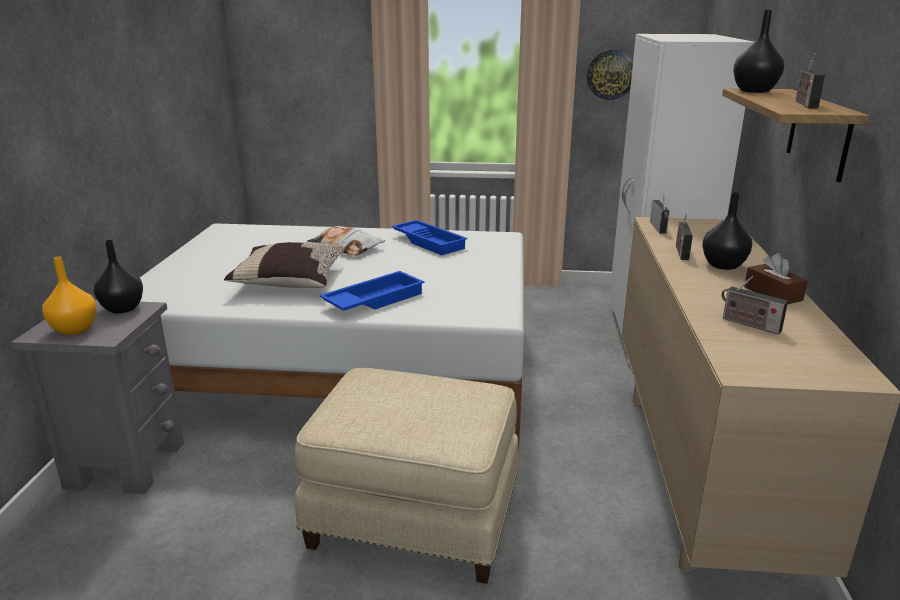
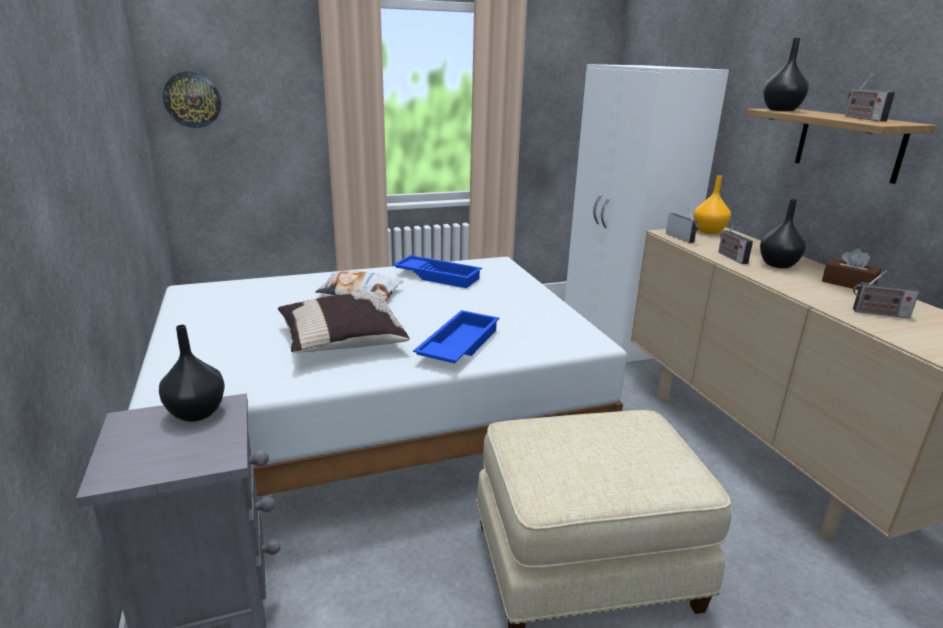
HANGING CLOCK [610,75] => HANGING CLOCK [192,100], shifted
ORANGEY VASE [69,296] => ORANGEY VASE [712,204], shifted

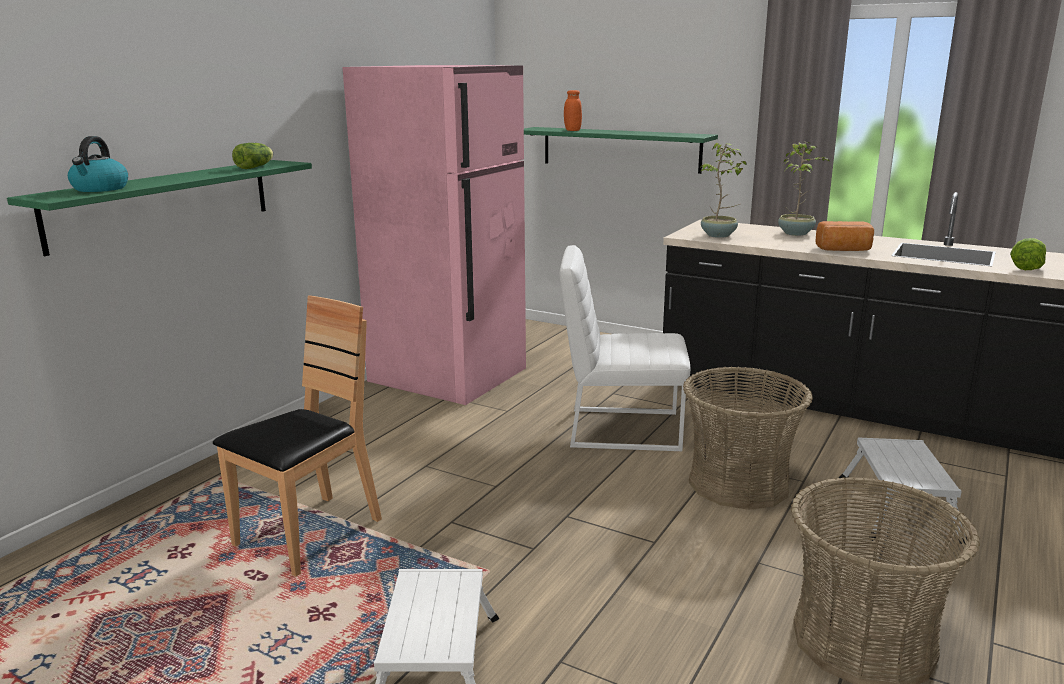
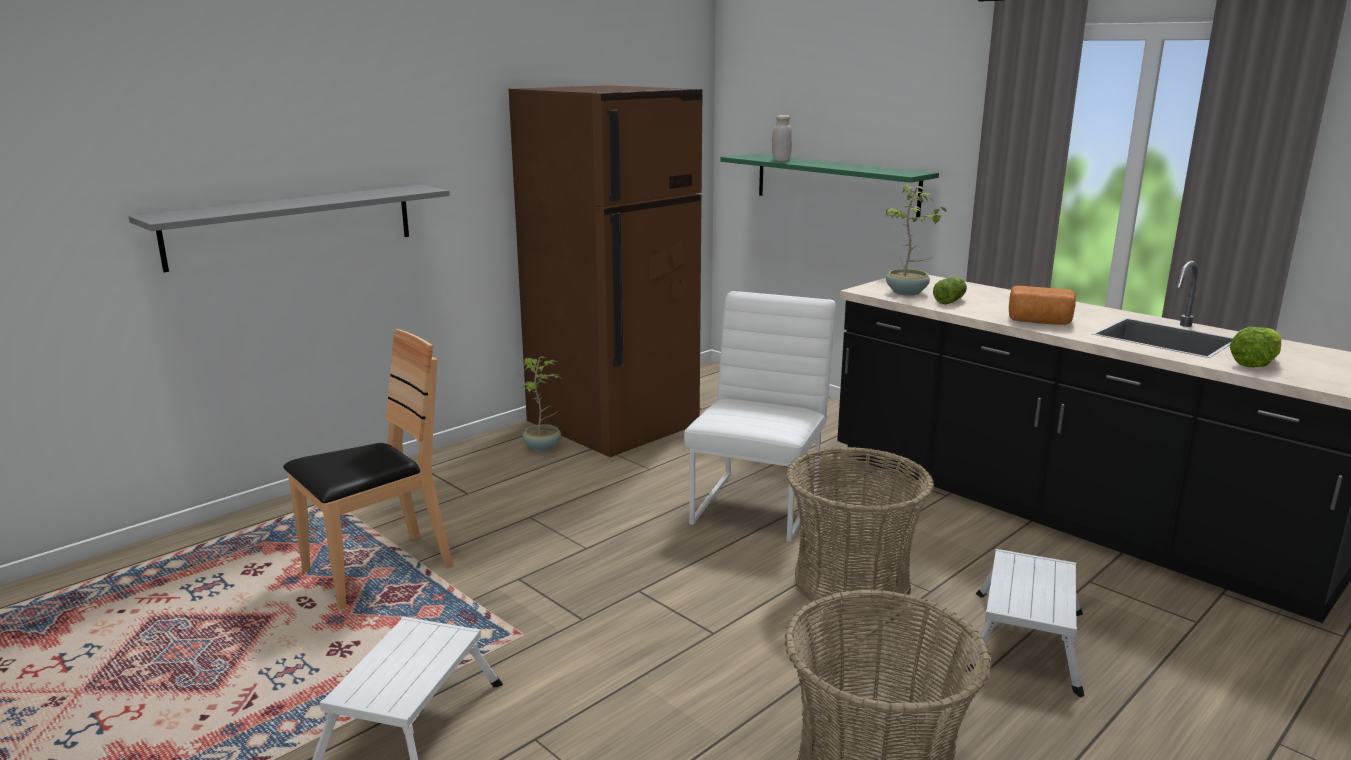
GREEN BRACKET SHELF [159,208] => GRAY BRACKET SHELF [289,228]
PINK FRIDGE [434,235] => BROWNISH FRIDGE [605,271]
PLANT IN A POT [803,189] => PLANT IN A POT [542,403], shifted
WHITE-COLOURED PLAIN CHAIR [625,348] => WHITE-COLOURED PLAIN CHAIR [760,416], 90 degrees clockwise
ORANGEY STORAGE JAR [573,110] => WHITE-COLOURED STORAGE JAR [782,138]
HEAD OF LETTUCE [252,156] => HEAD OF LETTUCE [950,290], shifted
KETTLE [98,164] => nothing

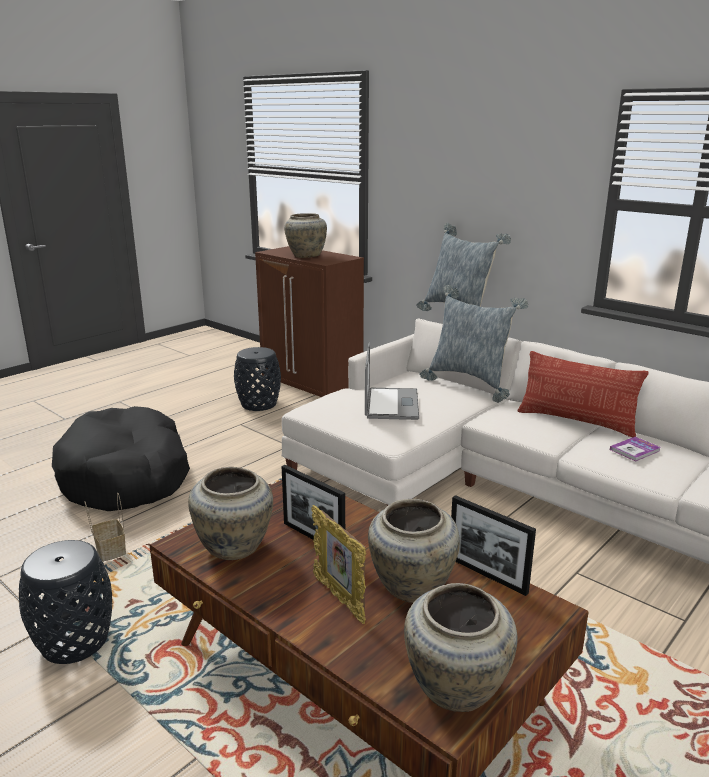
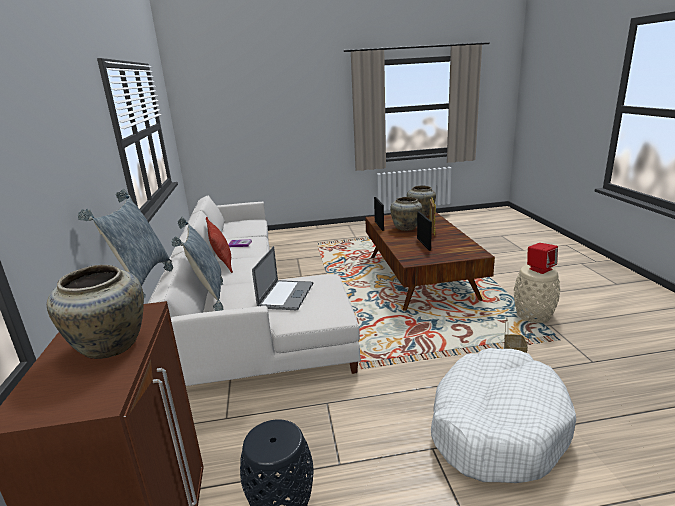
LAPTOP [392,381] => LAPTOP [282,278], 150 degrees clockwise
BLACK-COLOURED DOG CUSHION [121,458] => WHITE-COLOURED DOG CUSHION [503,415]
BLACK-COLOURED STOOL SEAT [65,602] => BEIGE STOOL SEAT [537,294]
nothing => RED-COLOURED LOUDSPEAKER [542,258]
BEIGE VASE [230,513] => nothing

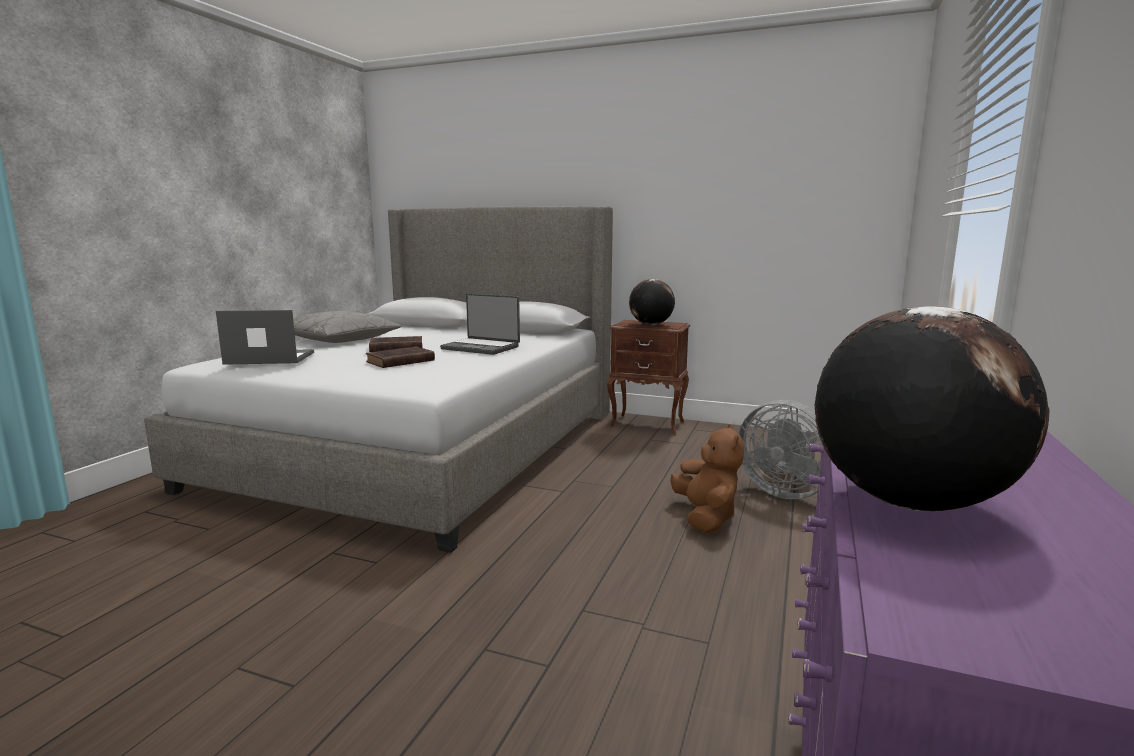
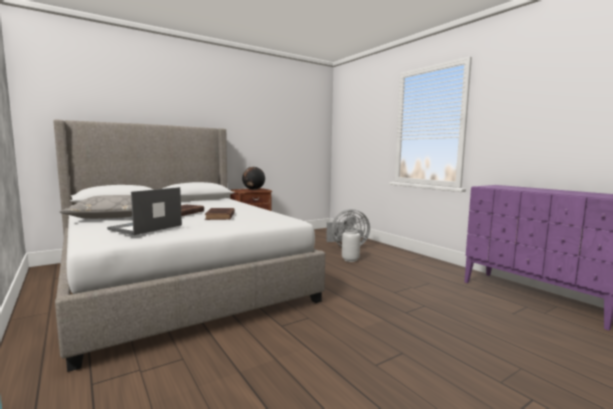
BROWNISH SOFT TOY [707,478] => GRAY VASE [351,246]
LAPTOP [480,324] => nothing
GLOBE [932,409] => nothing

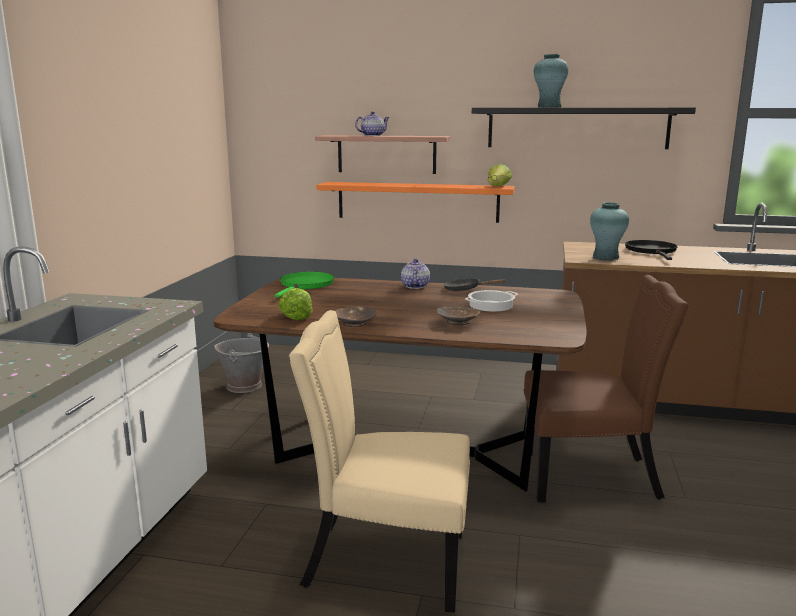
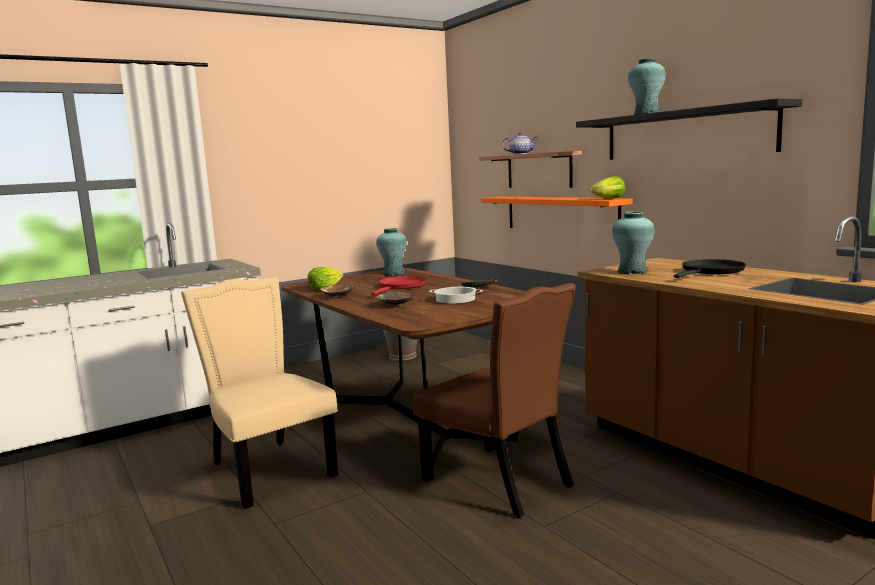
nothing => RED-COLOURED PAN [399,285]
GREEN PAN [304,284] => BLUE-GREEN VASE [391,252]
TEA POT [415,274] => nothing

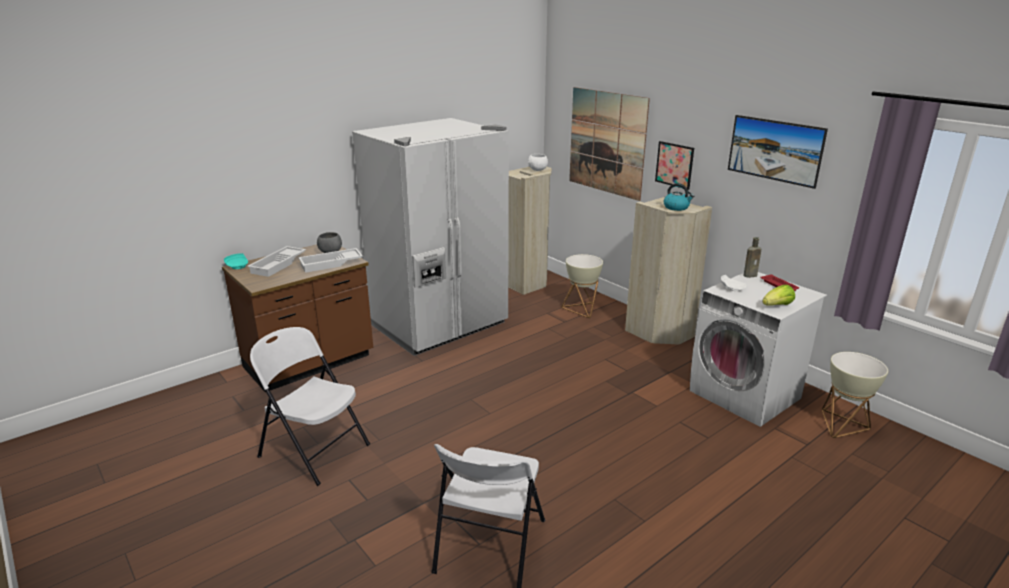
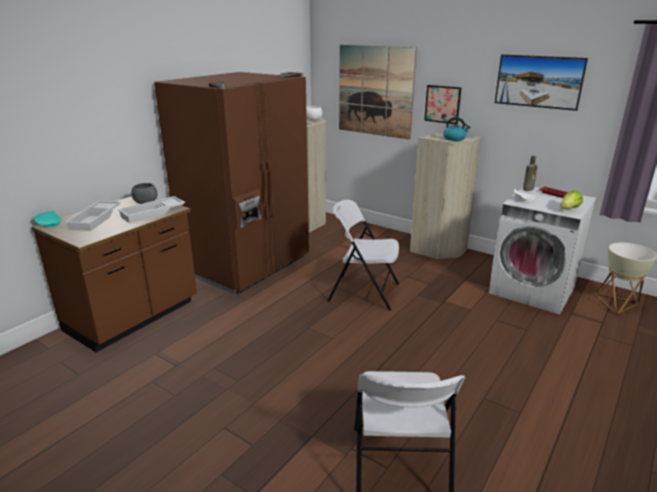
WHITE-COLOURED FRIDGE [430,237] => BROWNISH FRIDGE [231,184]
WHITE-COLOURED PLAIN CHAIR [310,406] => WHITE-COLOURED PLAIN CHAIR [363,255], shifted
PLANTER [582,286] => nothing

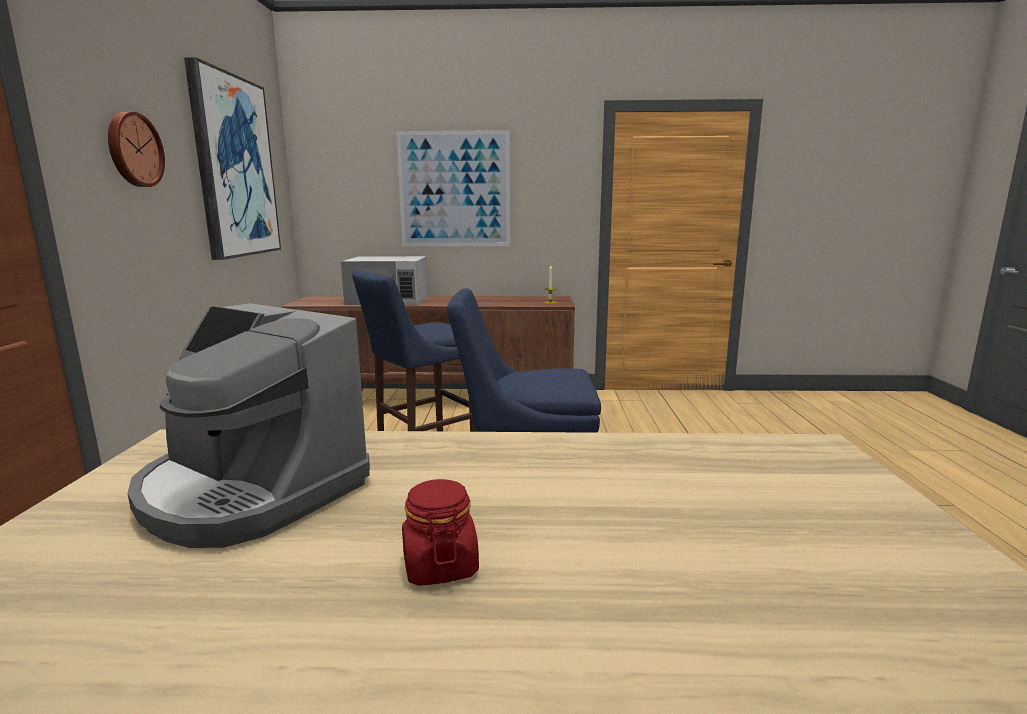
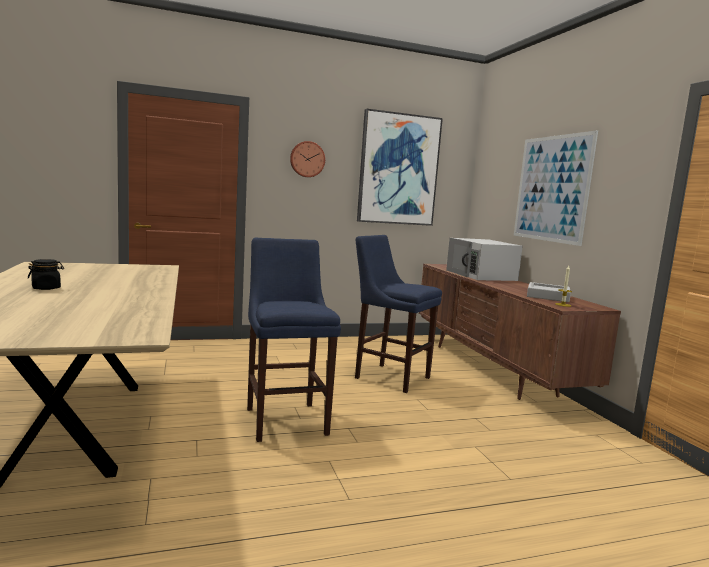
RED-COLOURED STORAGE JAR [440,532] => BLACK-COLOURED STORAGE JAR [46,274]
nothing => GRAY CARRYING TRAY [549,292]
COFFEE BREWER [248,425] => nothing

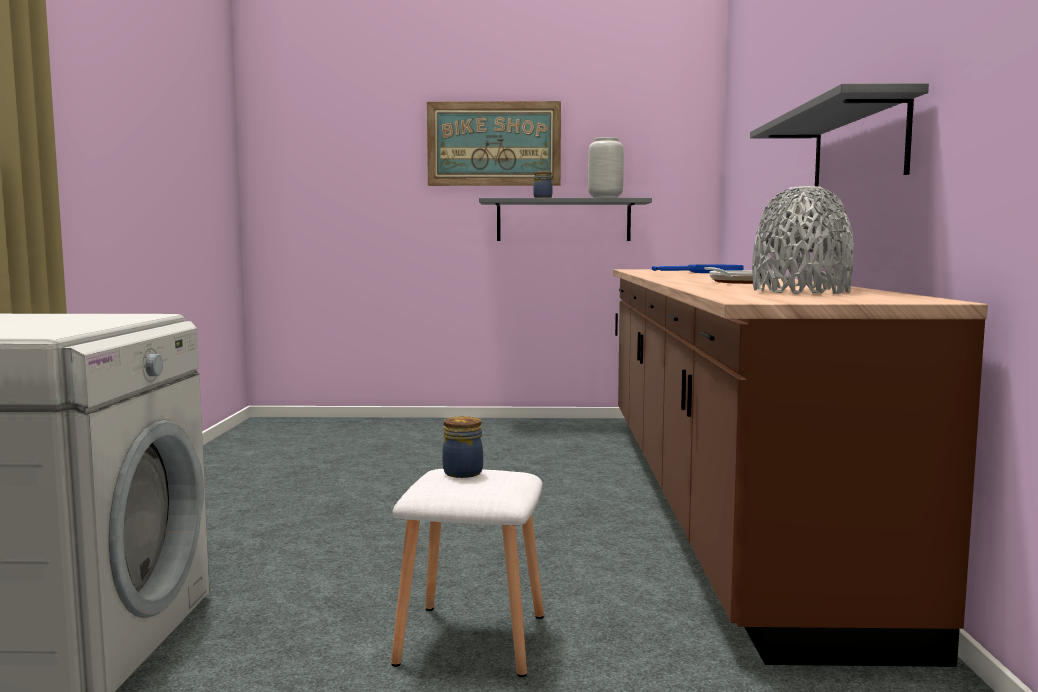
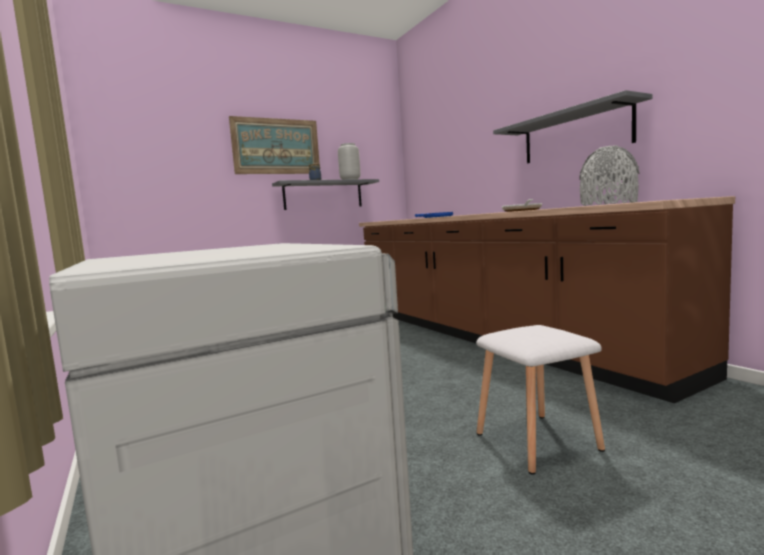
STORAGE JAR [462,447] => nothing

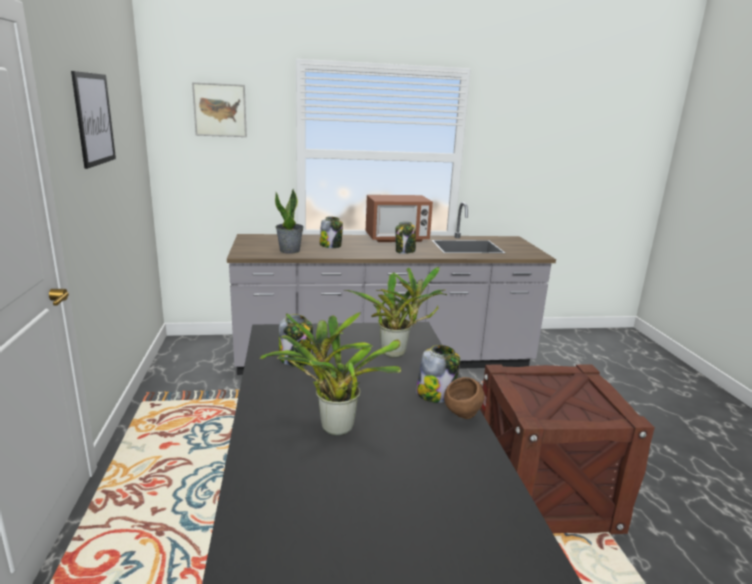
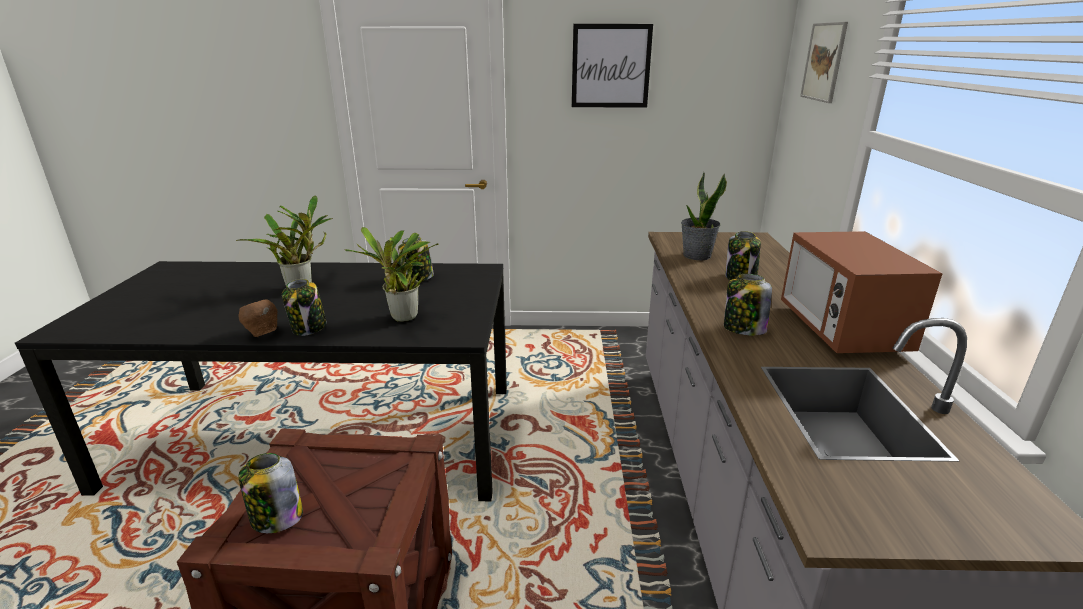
nothing => STORAGE JAR [270,493]

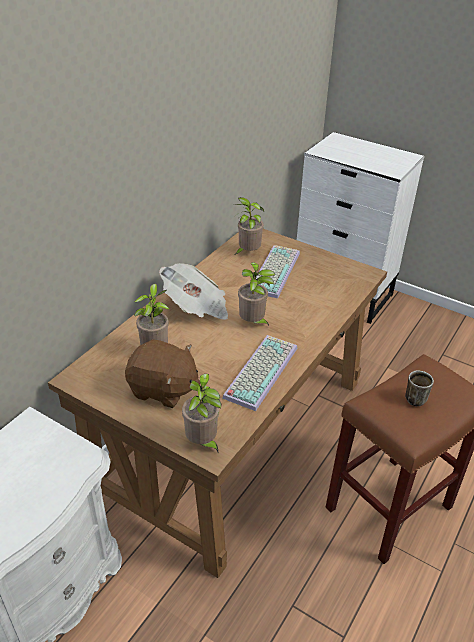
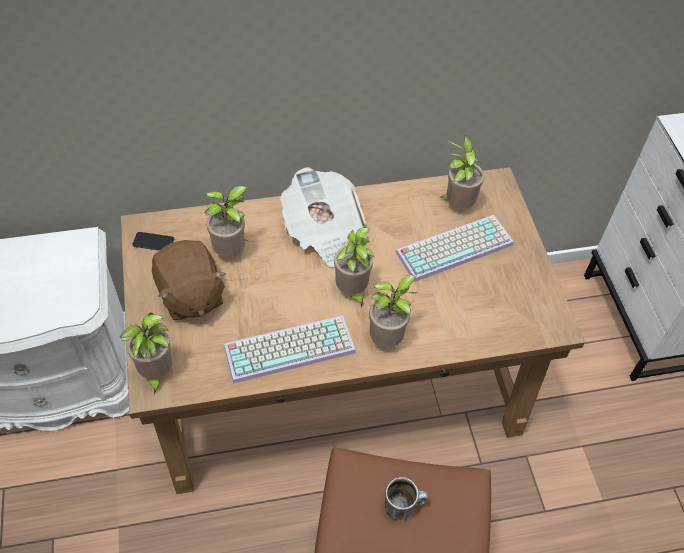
nothing => HANDSET [153,241]
nothing => PLANT IN A POT [392,311]

